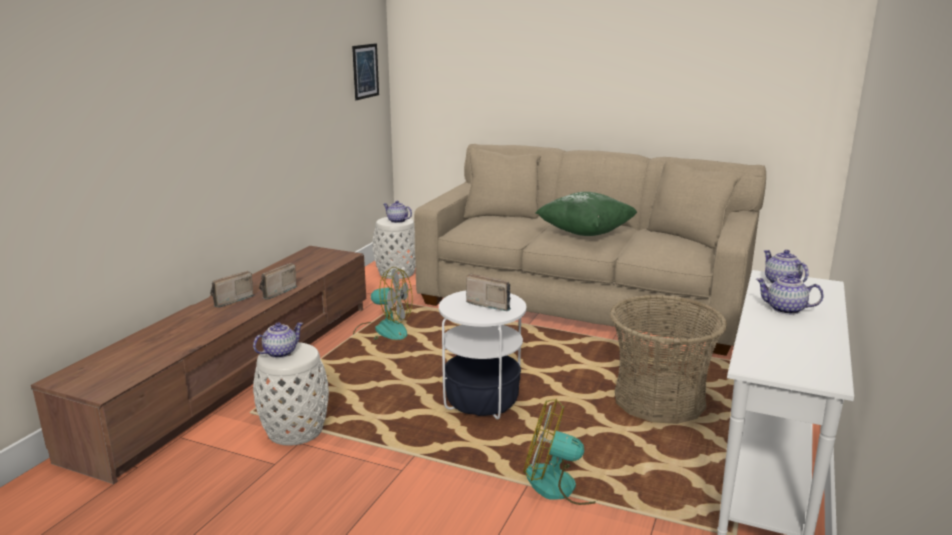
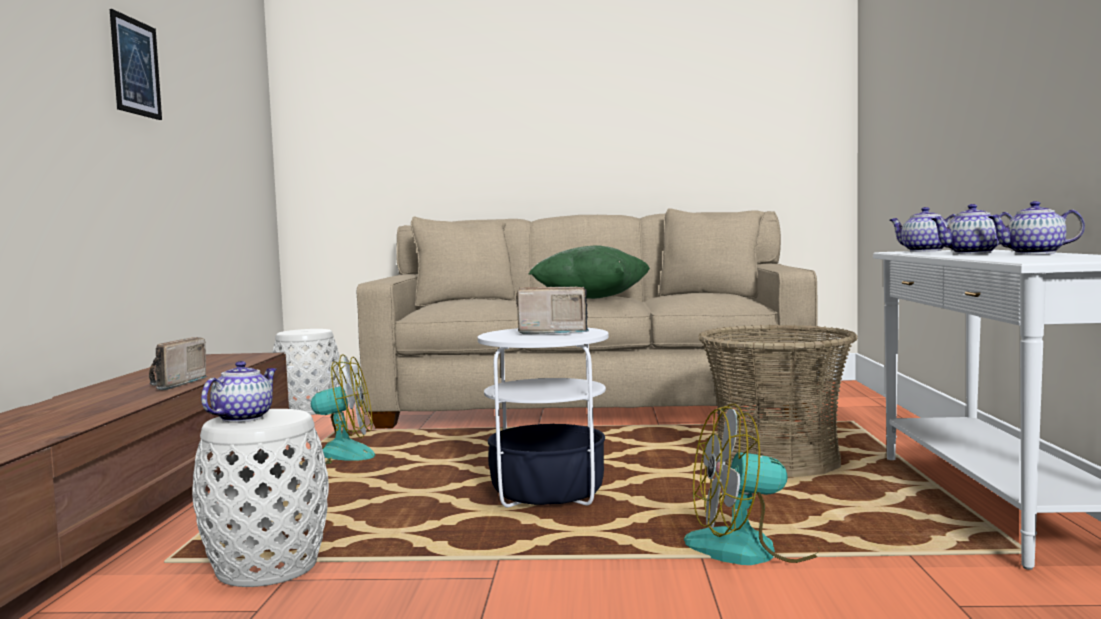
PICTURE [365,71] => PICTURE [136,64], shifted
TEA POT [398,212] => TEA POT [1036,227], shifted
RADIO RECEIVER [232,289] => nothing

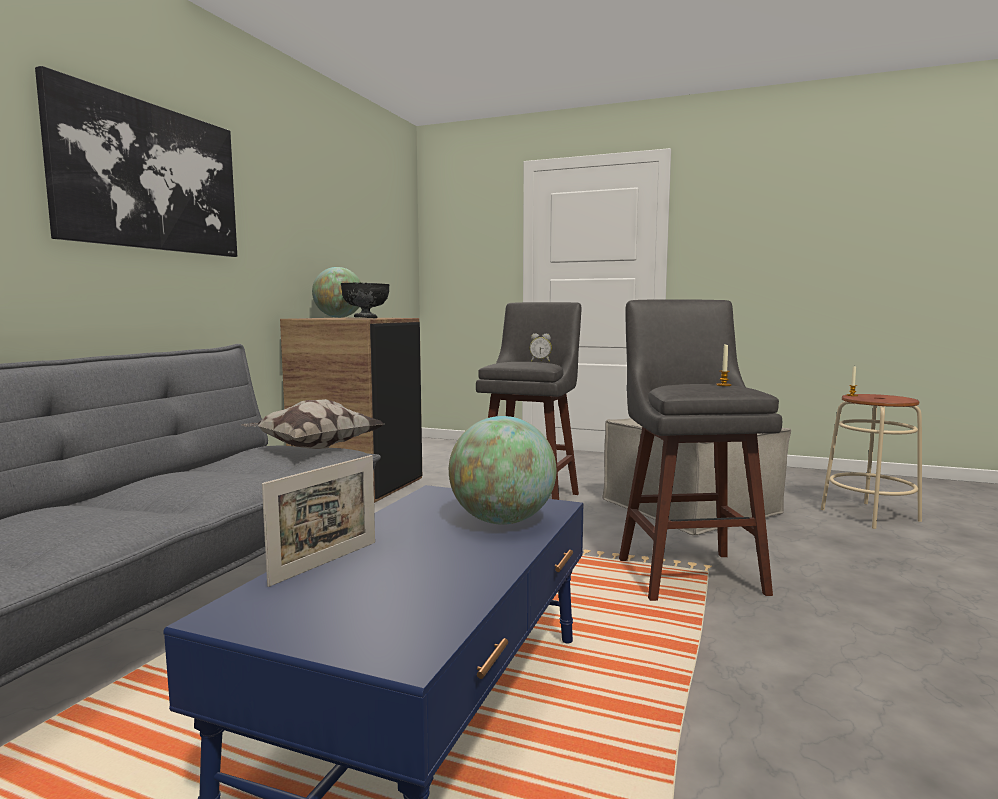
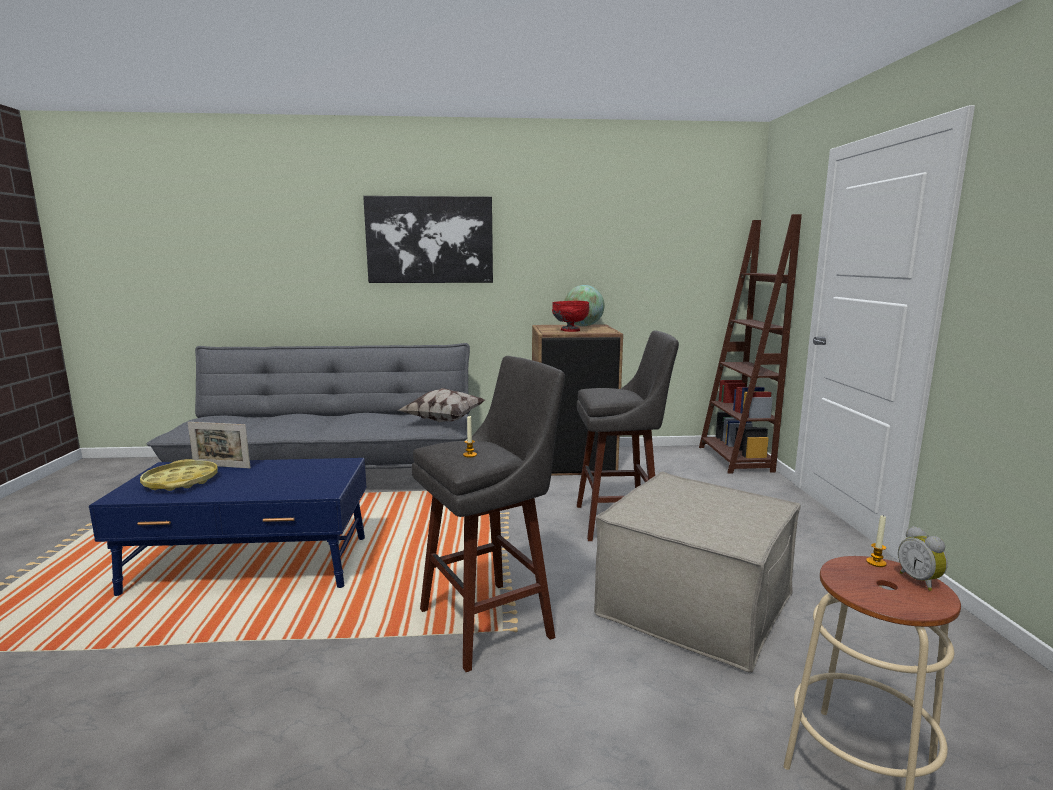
nothing => YELLOW CARRYING TRAY [179,475]
BLACK-COLOURED DEEP DISH [365,300] => RED-COLOURED DEEP DISH [570,316]
nothing => BROWNISH BOOKSHELF [750,344]
BEDSIDE CLOCK [541,347] => BEDSIDE CLOCK [923,558], shifted
GLOBE [502,470] => nothing

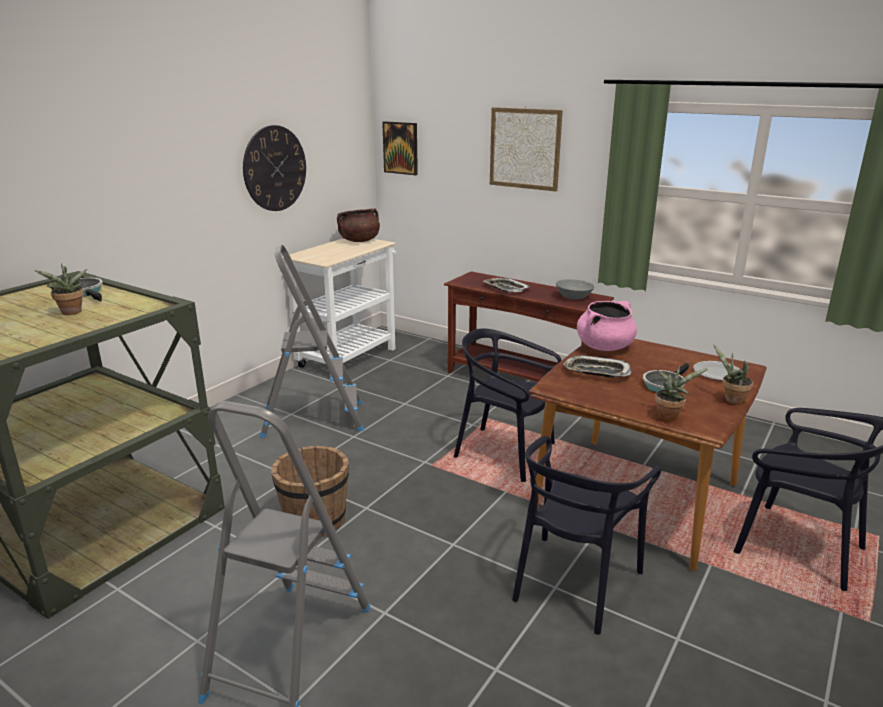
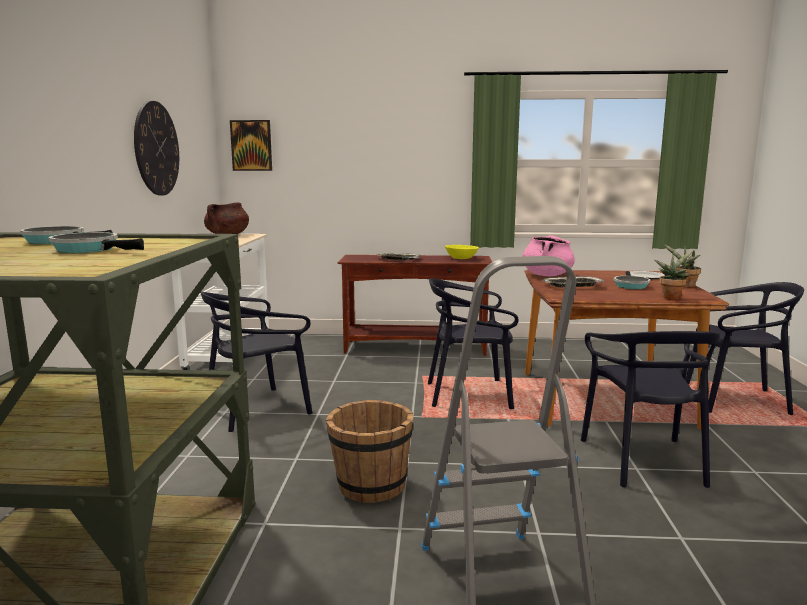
PLANT IN A POT [61,289] => PAN [96,242]
GRAY STEPLADDER [311,341] => BLACK-COLOURED PLAIN CHAIR [256,362]
GRAY DEEP DISH [575,289] => YELLOW DEEP DISH [462,252]
PICTURE [526,149] => nothing

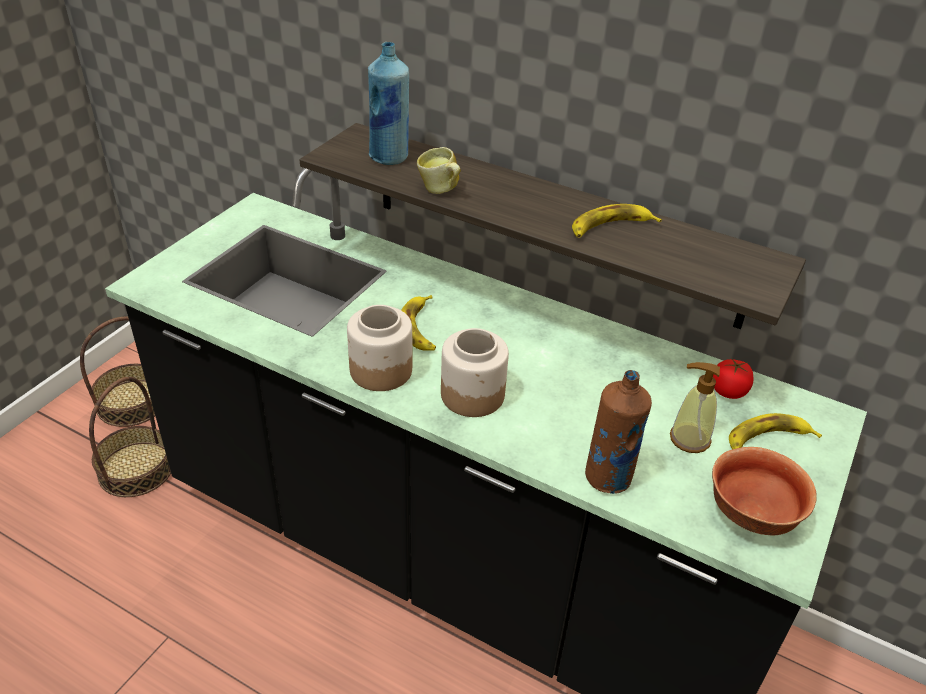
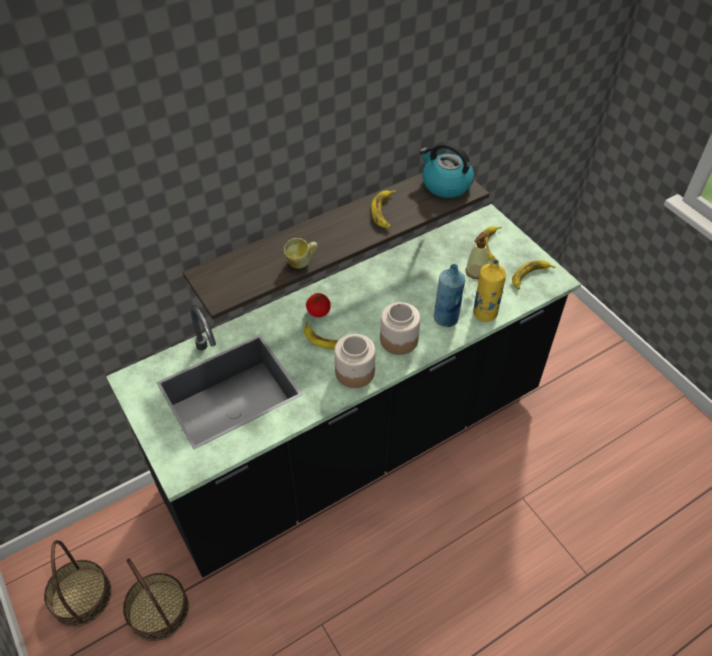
FRESH TOMATO [733,378] => FRESH TOMATO [318,305], shifted
nothing => KETTLE [447,170]
BLUE-COLOURED BOTTLE [388,103] => BLUE-COLOURED BOTTLE [449,295], shifted
BROWNISH BOTTLE [618,432] => YELLOW BOTTLE [489,290]
DEEP DISH [764,491] => WHOLE BANANA [534,274]

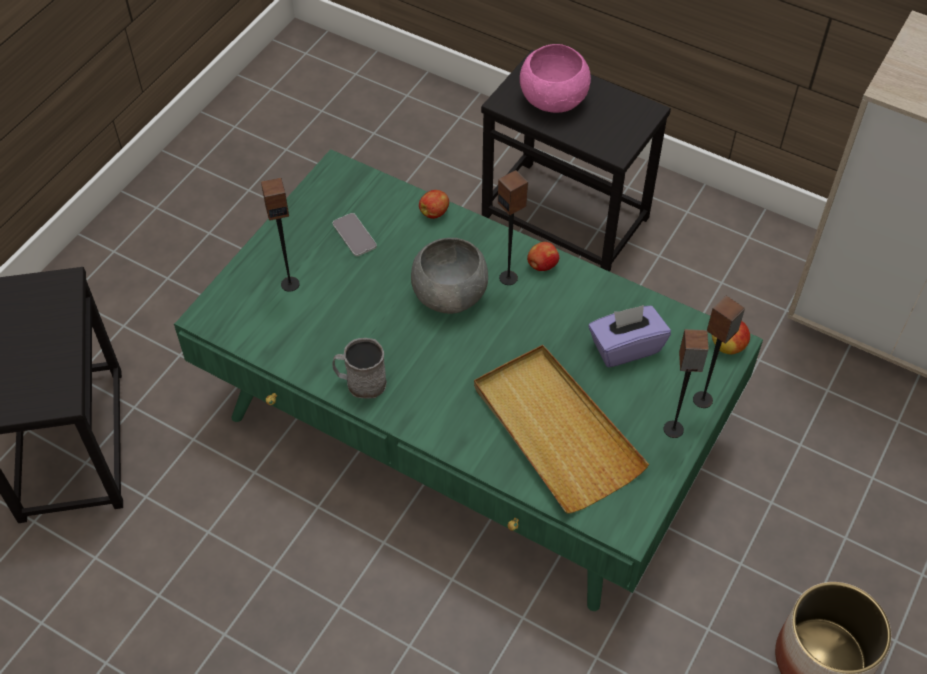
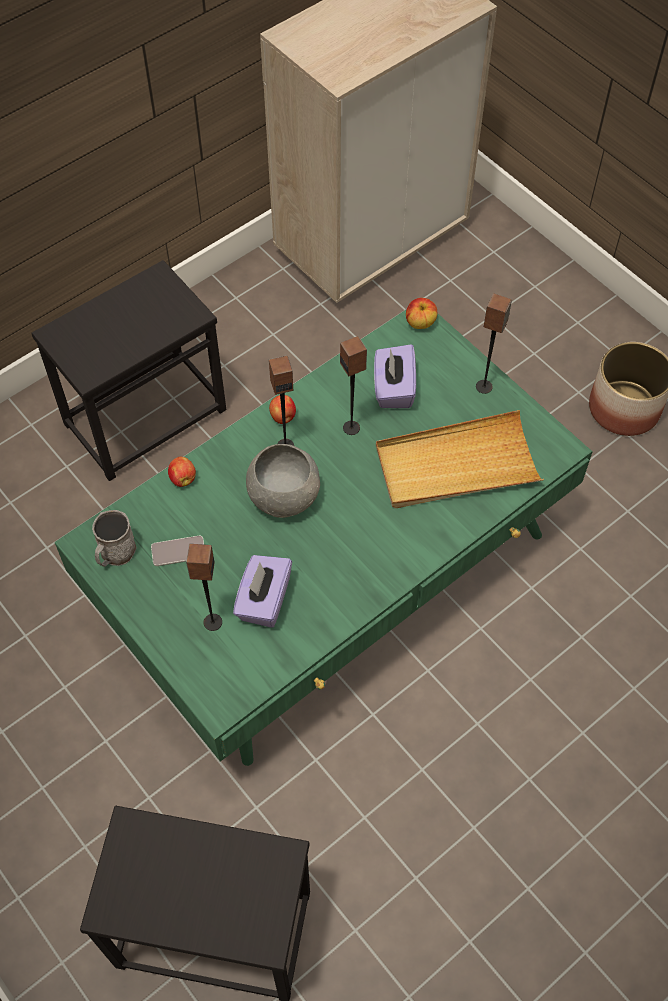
GRAY MUG [360,368] => GRAY MUG [114,538], shifted
nothing => PURPLE BOX OF TISSUES [262,591]
LOUDSPEAKER [719,352] => LOUDSPEAKER [353,385], shifted
PINK DEEP DISH [555,78] => nothing

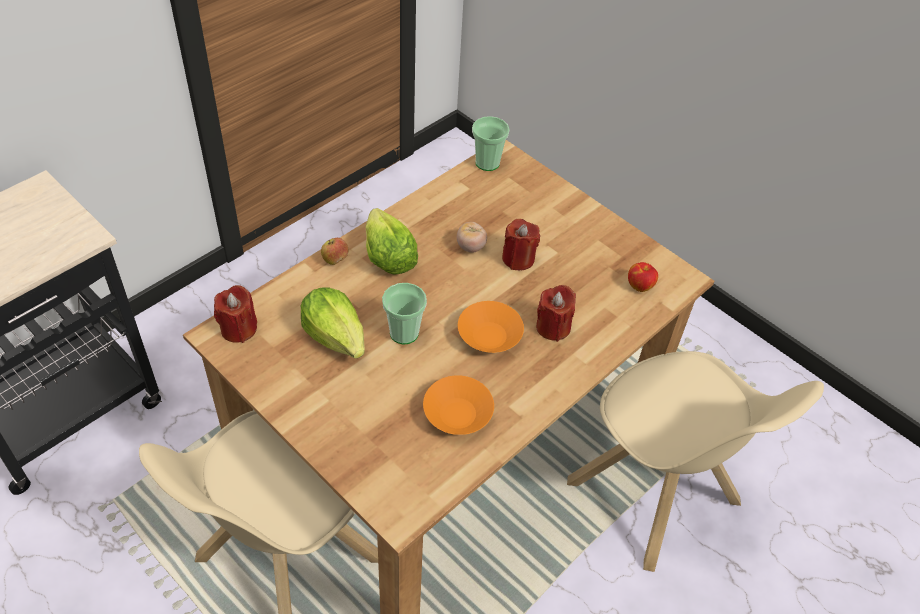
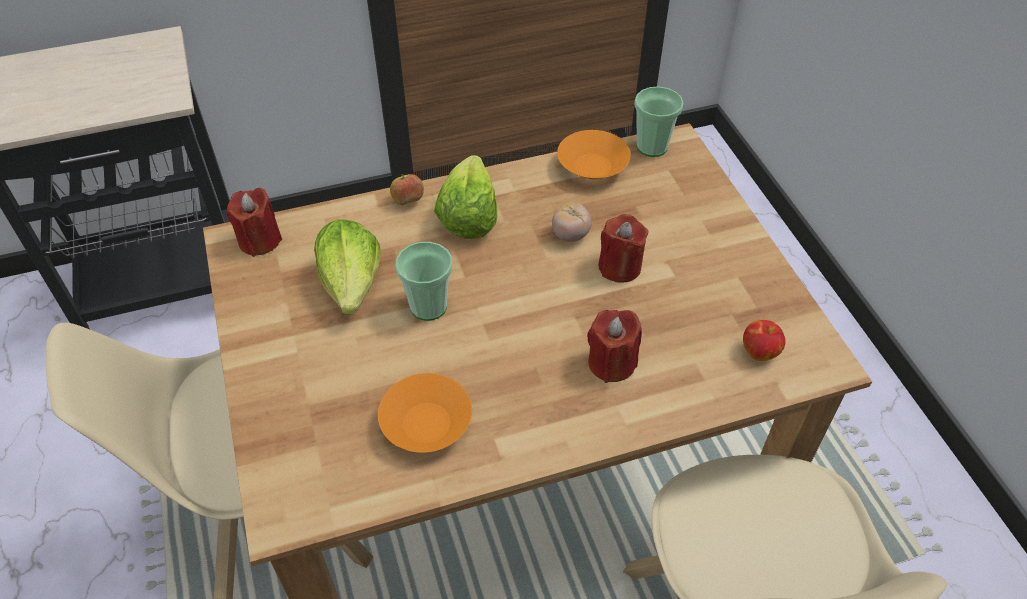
ORANGEY DEEP DISH [491,327] => ORANGEY DEEP DISH [594,154], shifted

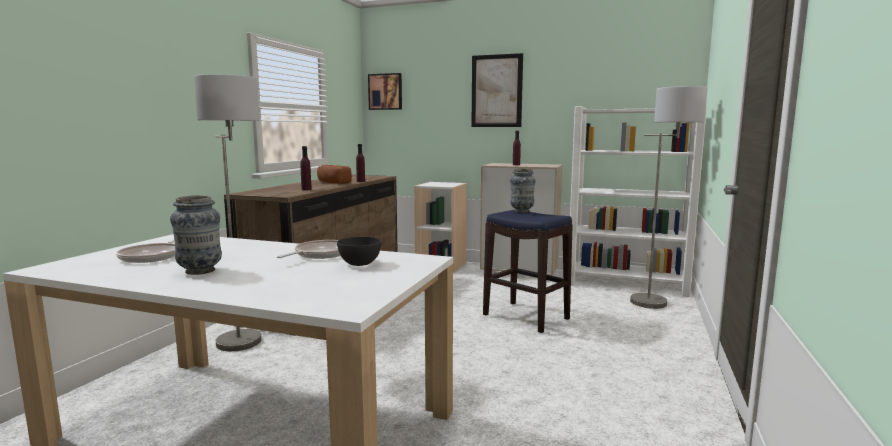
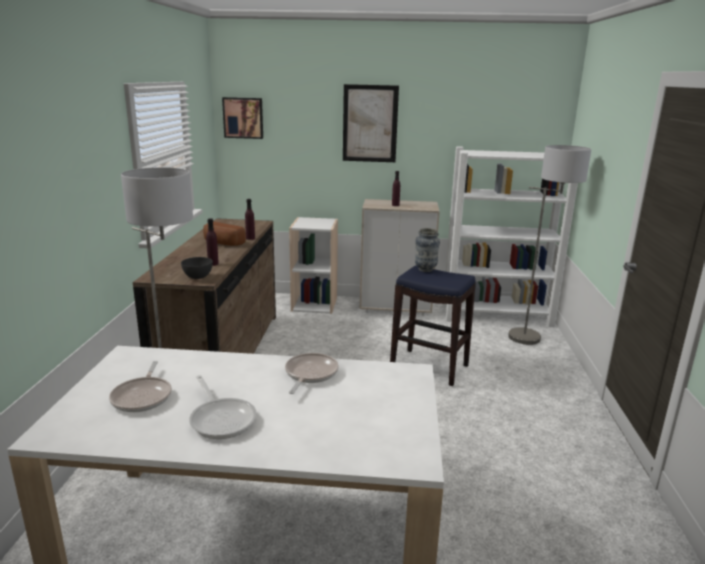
GRAY DEEP DISH [359,251] => GRAY DEEP DISH [197,268], shifted
VASE [196,235] => PAN [223,407]

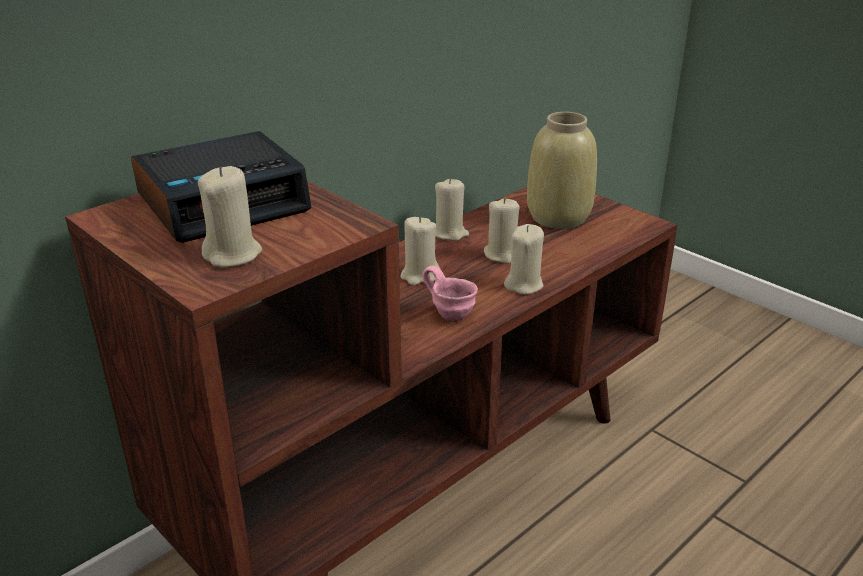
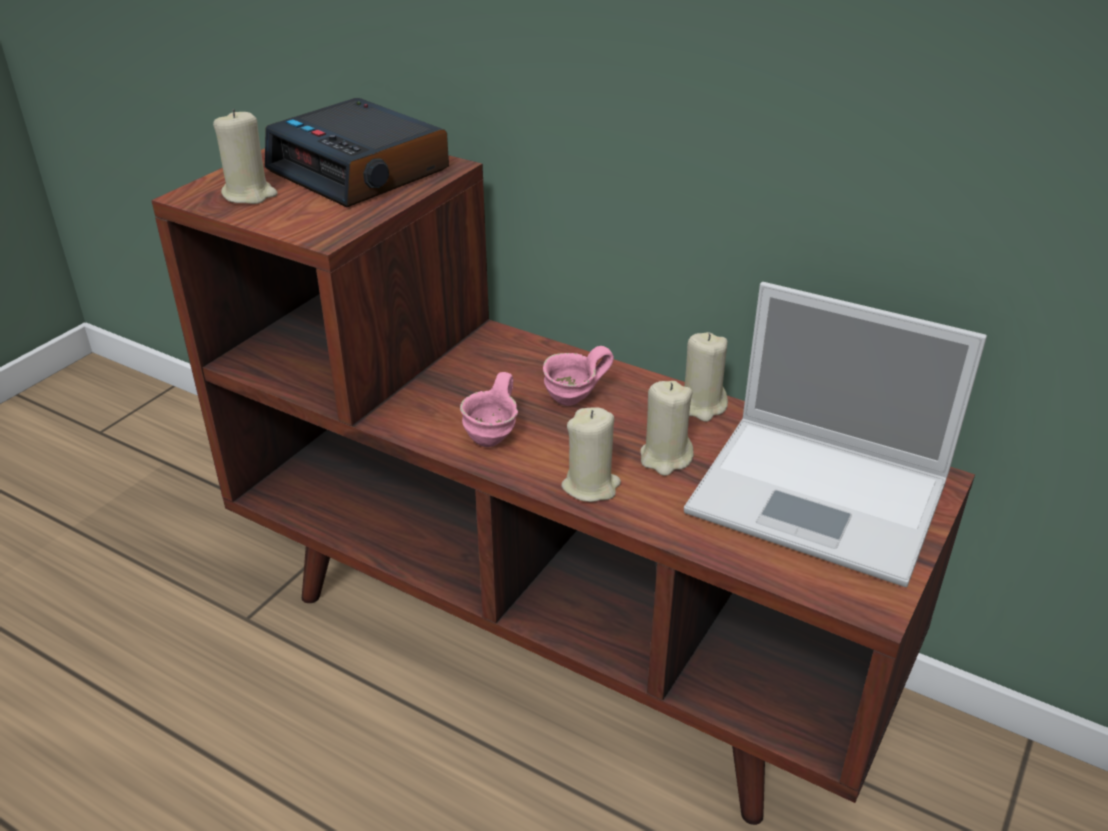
BEIGE WAX LIGHT [420,251] => PINK MUG [578,376]
BEIGE VASE [562,170] => LAPTOP [835,434]

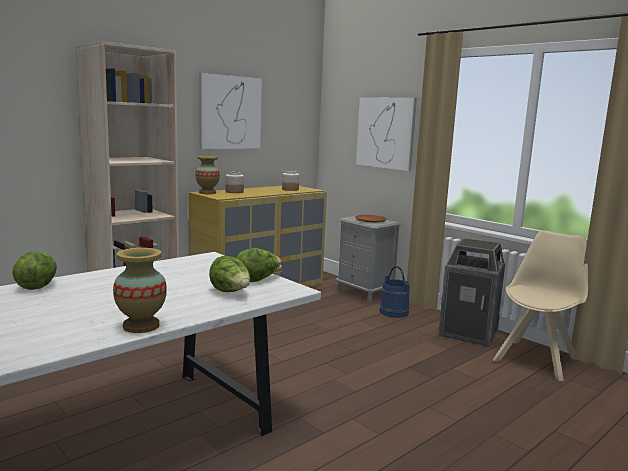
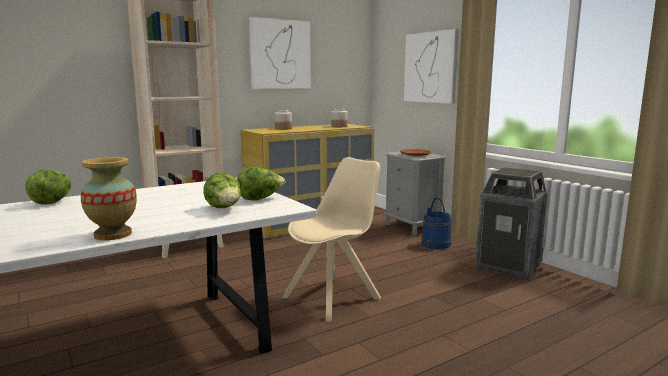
BEIGE PLAIN CHAIR [540,305] => BEIGE PLAIN CHAIR [331,239], shifted
VASE [207,175] => nothing

